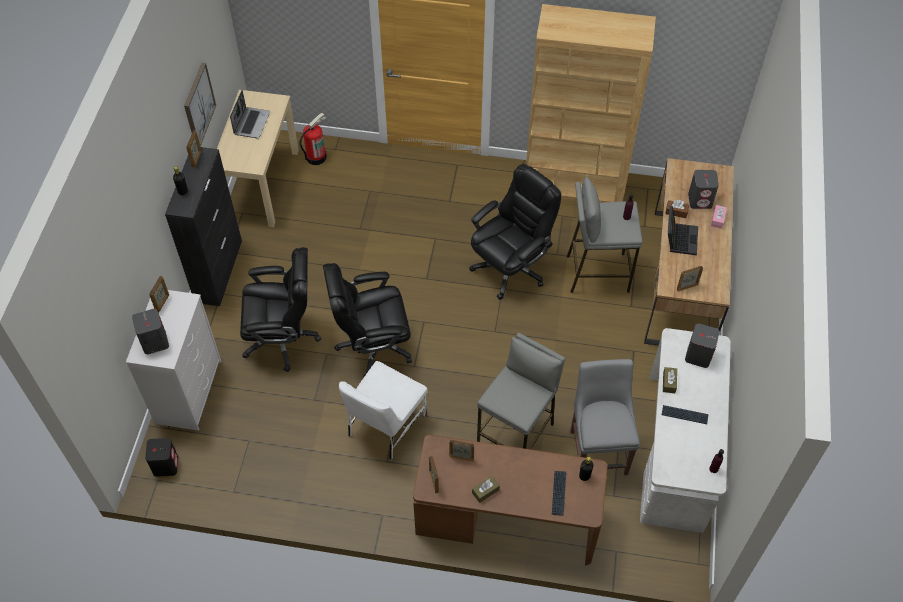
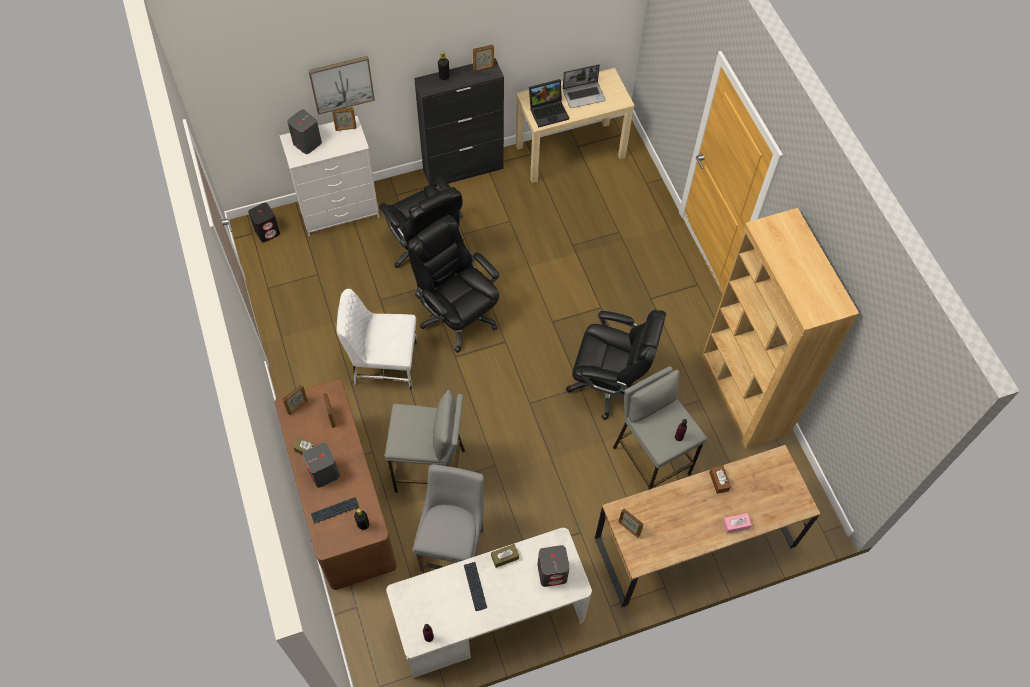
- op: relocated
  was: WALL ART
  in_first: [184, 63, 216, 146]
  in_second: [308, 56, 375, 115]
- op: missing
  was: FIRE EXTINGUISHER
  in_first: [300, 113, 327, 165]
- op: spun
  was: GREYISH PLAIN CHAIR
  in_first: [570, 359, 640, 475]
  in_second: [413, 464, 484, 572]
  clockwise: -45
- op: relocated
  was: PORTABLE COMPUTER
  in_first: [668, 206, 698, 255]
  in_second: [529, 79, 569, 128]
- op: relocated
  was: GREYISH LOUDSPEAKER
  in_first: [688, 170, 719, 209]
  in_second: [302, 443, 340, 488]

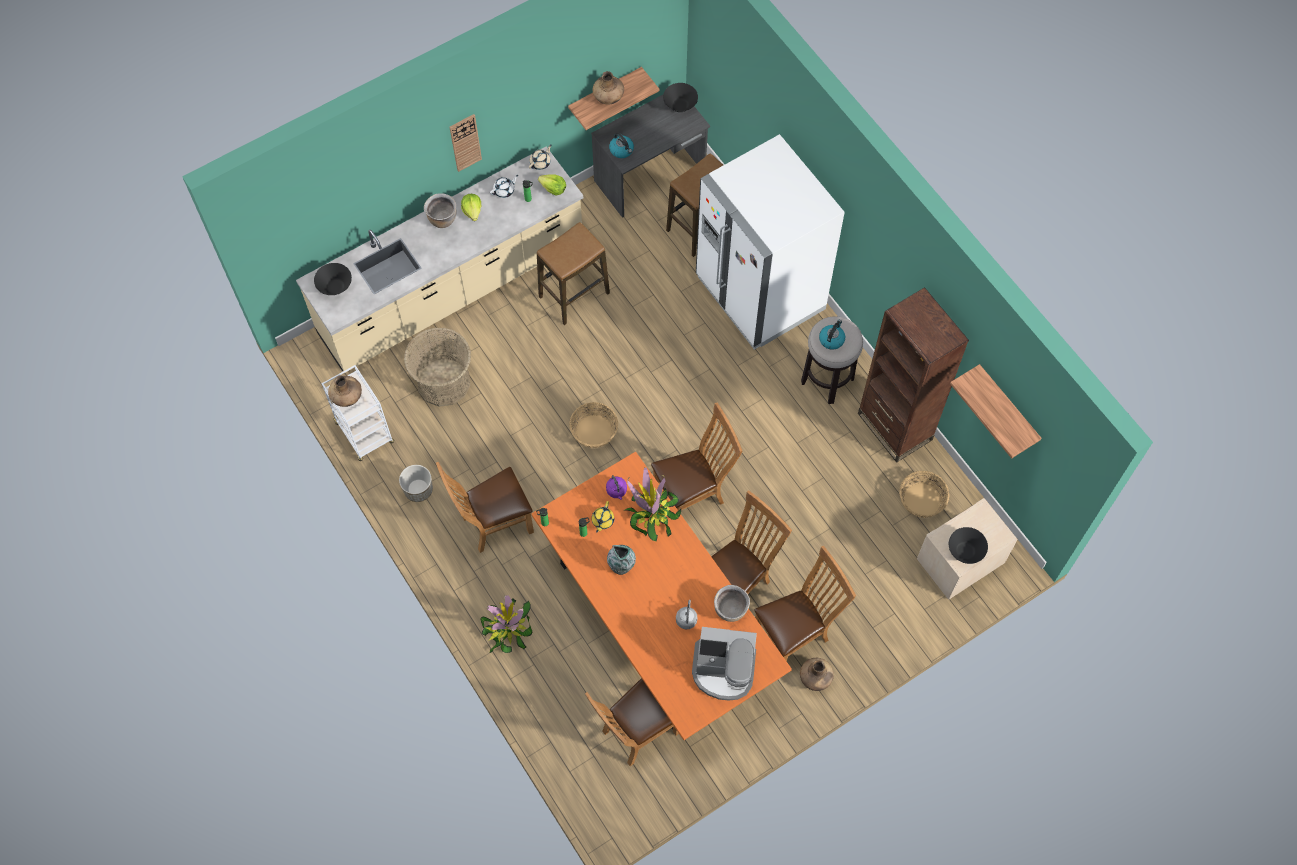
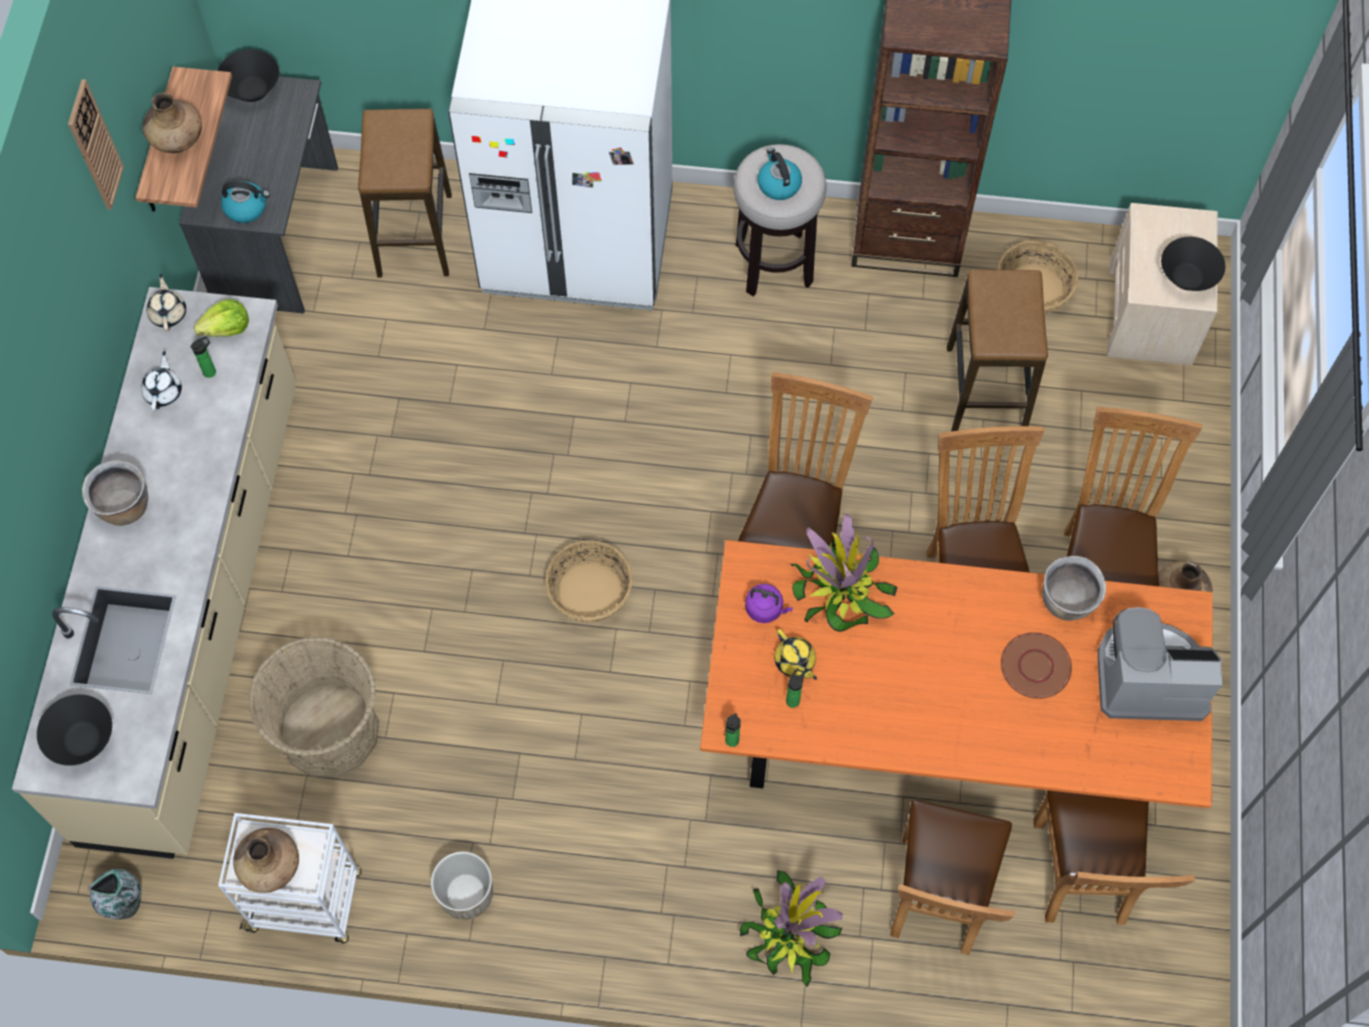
- op: relocated
  was: BROWN PLAIN CHAIR
  in_first: [436, 462, 534, 553]
  in_second: [890, 799, 1015, 955]
- op: relocated
  was: WALL CLOCK
  in_first: [450, 114, 482, 172]
  in_second: [68, 79, 124, 210]
- op: missing
  was: LETTUCE HEAD
  in_first: [461, 194, 481, 221]
- op: relocated
  was: STOOL SEAT
  in_first: [537, 222, 610, 325]
  in_second: [947, 270, 1048, 432]
- op: relocated
  was: VASE
  in_first: [607, 545, 636, 575]
  in_second: [88, 869, 142, 920]
- op: exchanged
  was: GREYISH KETTLE
  now: BROWN PLATE
  in_first: [676, 600, 698, 629]
  in_second: [1000, 632, 1072, 699]
- op: spun
  was: COFFEE MACHINE
  in_first: [692, 627, 757, 700]
  in_second: [1098, 607, 1222, 721]
  clockwise: -135
- op: missing
  was: SHELF
  in_first: [950, 364, 1042, 459]

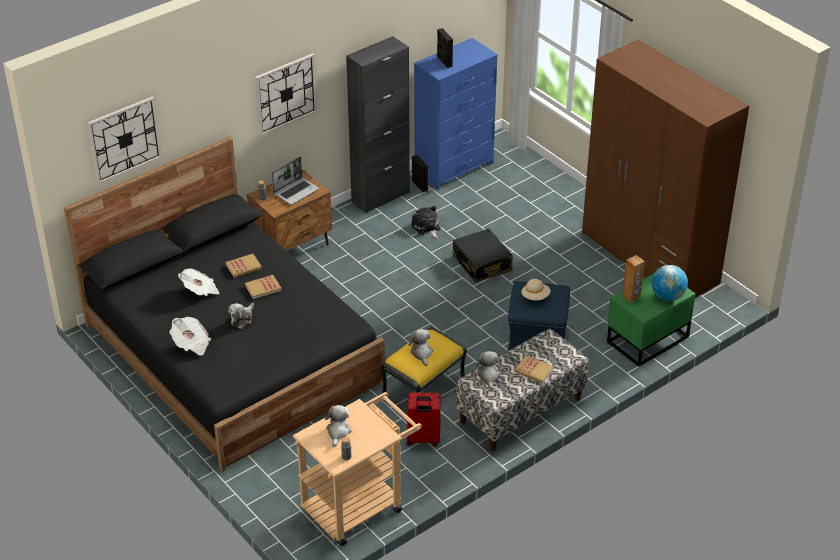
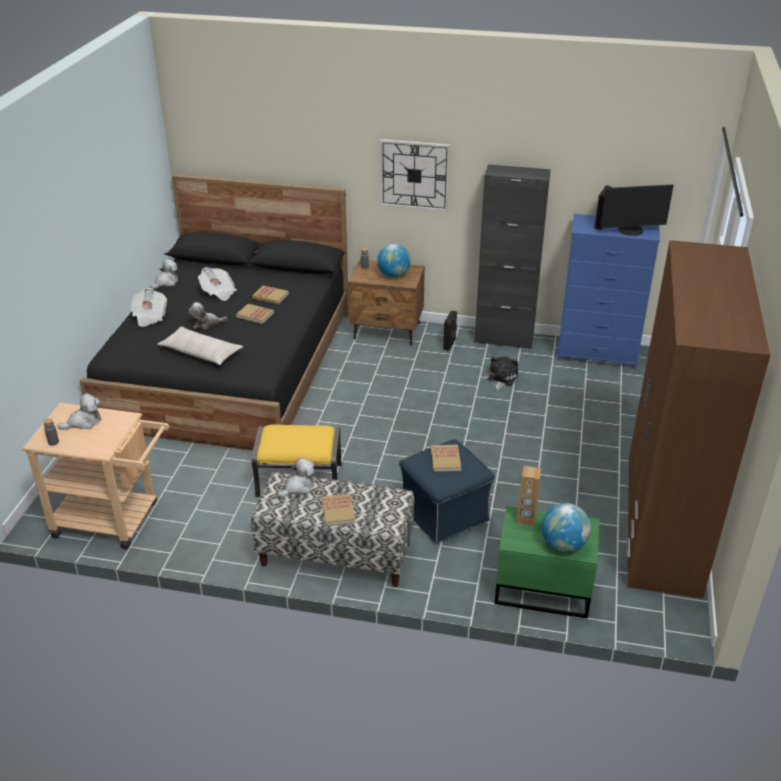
- op: missing
  was: WALL CLOCK
  in_first: [87, 96, 162, 184]
- op: exchanged
  was: PORTABLE COMPUTER
  now: DESK GLOBE
  in_first: [272, 156, 320, 205]
  in_second: [377, 244, 411, 278]
- op: missing
  was: RED TRAVEL CASE
  in_first: [407, 392, 441, 446]
- op: relocated
  was: SOFT TOY
  in_first: [408, 329, 433, 366]
  in_second: [150, 259, 178, 289]
- op: relocated
  was: BLACK LOUDSPEAKER
  in_first: [412, 154, 428, 192]
  in_second: [443, 311, 457, 351]
- op: missing
  was: BLACK TRAVEL CASE
  in_first: [453, 229, 513, 283]
- op: exchanged
  was: BEIGE-COLOURED WEARABLE HAT
  now: BOUND BOOK
  in_first: [521, 279, 550, 301]
  in_second: [431, 445, 461, 472]
- op: appeared
  now: BEIGE-COLOURED PILLOW
  in_second: [158, 326, 243, 365]
- op: appeared
  now: COMPUTER SCREEN
  in_second: [600, 185, 674, 236]

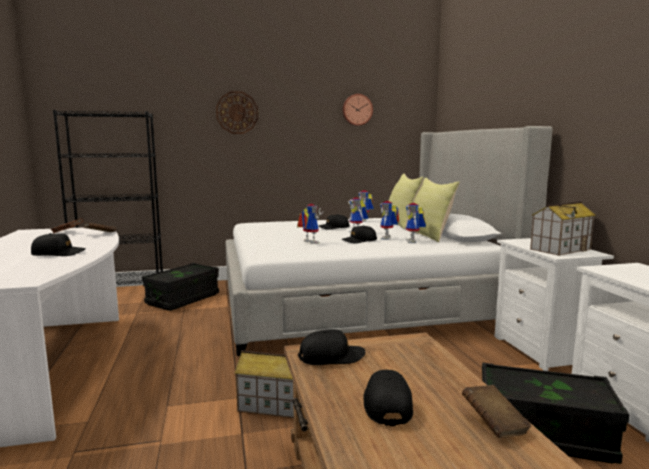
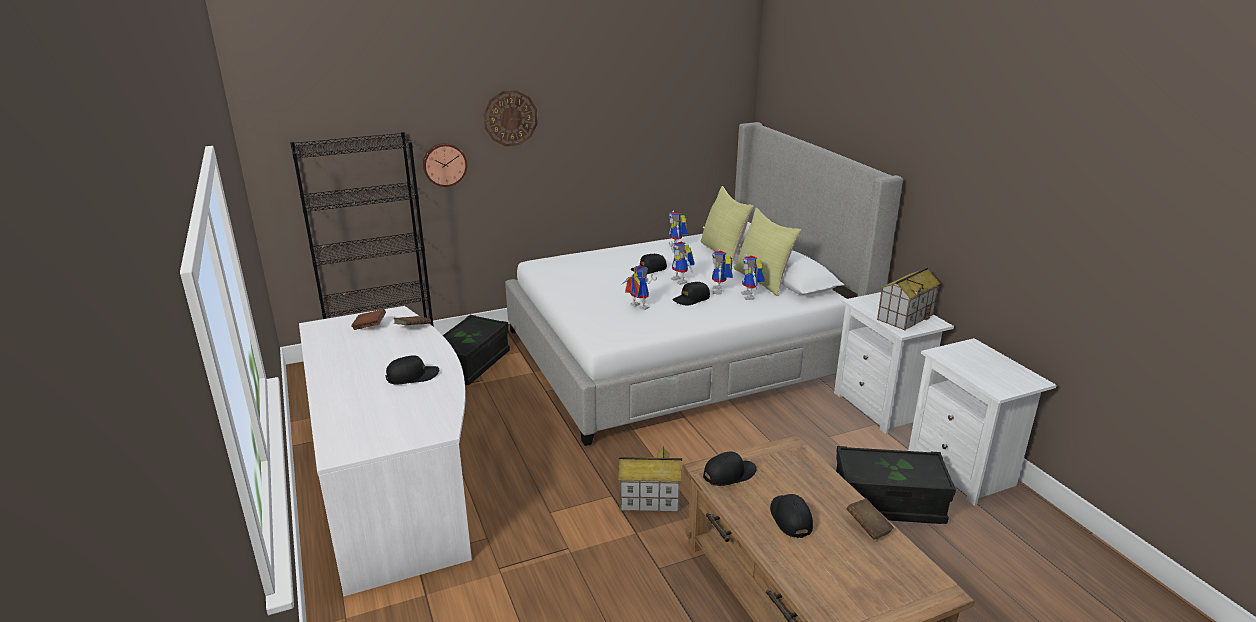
- op: relocated
  was: WALL CLOCK
  in_first: [342, 94, 373, 126]
  in_second: [423, 143, 467, 187]

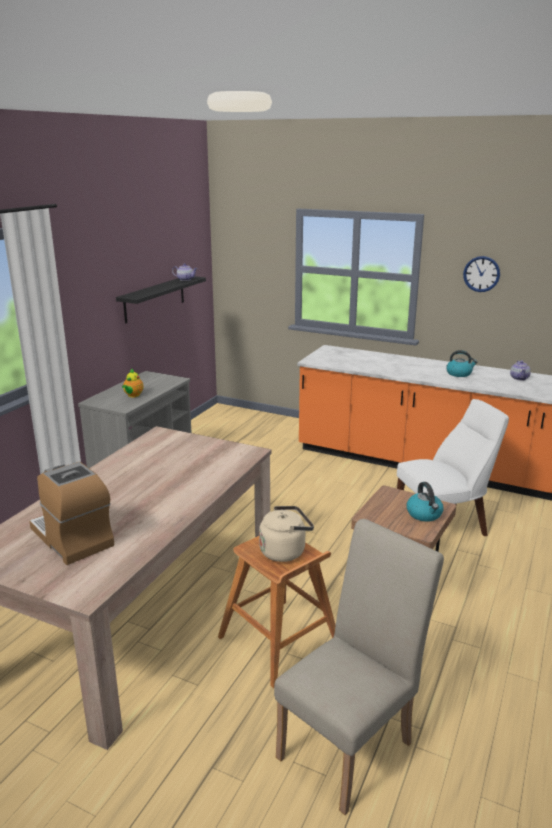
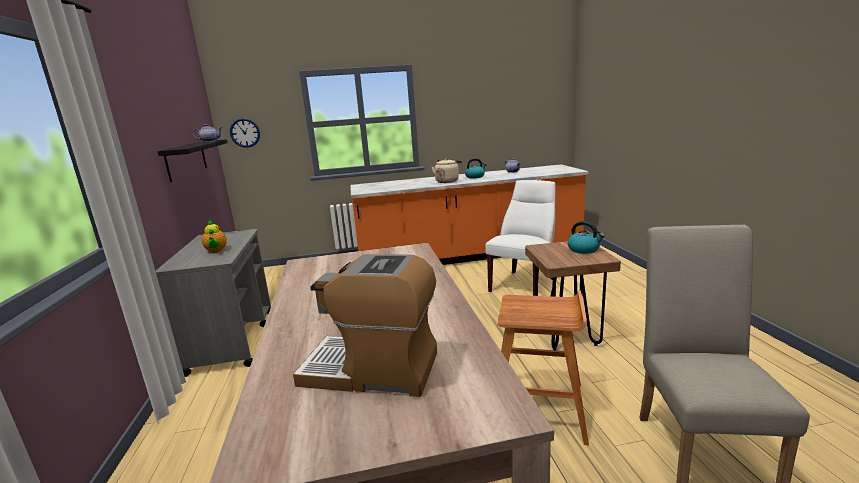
- op: relocated
  was: BEIGE-COLOURED KETTLE
  in_first: [259, 506, 314, 562]
  in_second: [432, 158, 462, 183]
- op: relocated
  was: WALL CLOCK
  in_first: [463, 256, 500, 292]
  in_second: [230, 118, 260, 148]

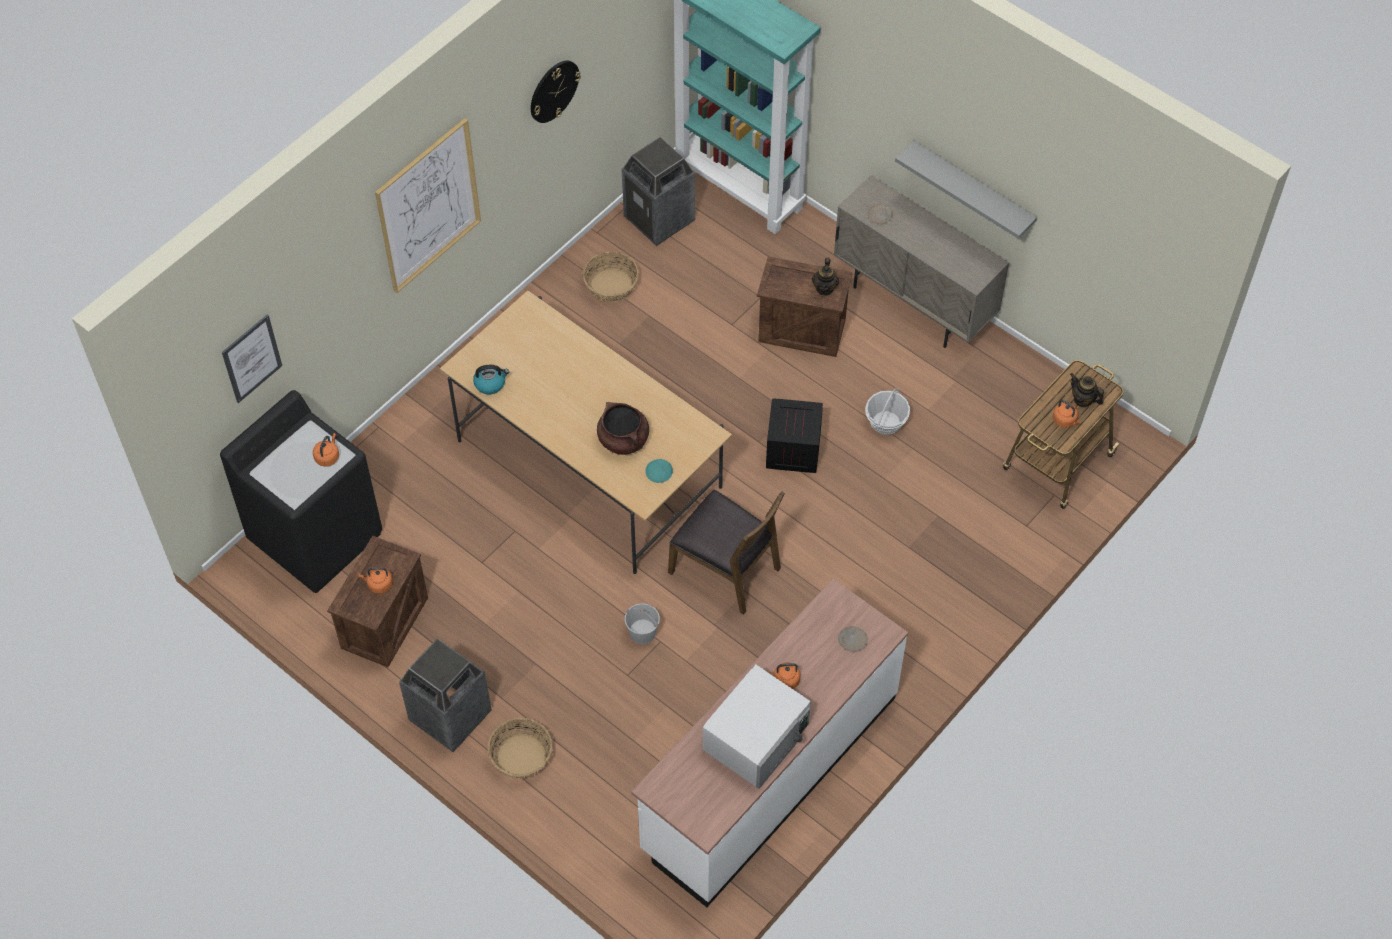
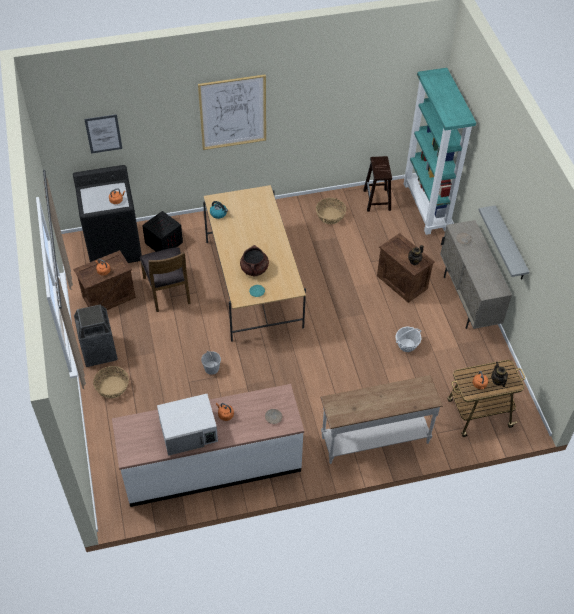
- op: missing
  was: WALL CLOCK
  in_first: [531, 61, 581, 123]
- op: exchanged
  was: WASTE BIN
  now: BROWN STOOL SEAT
  in_first: [622, 137, 695, 246]
  in_second: [363, 156, 392, 212]
- op: relocated
  was: BROWN PLAIN CHAIR
  in_first: [668, 490, 785, 615]
  in_second: [140, 247, 191, 312]
- op: relocated
  was: PACKING CRATE
  in_first: [766, 398, 823, 473]
  in_second: [142, 211, 183, 252]
- op: appeared
  now: WHITISH NARROW TABLE
  in_second: [320, 375, 443, 464]

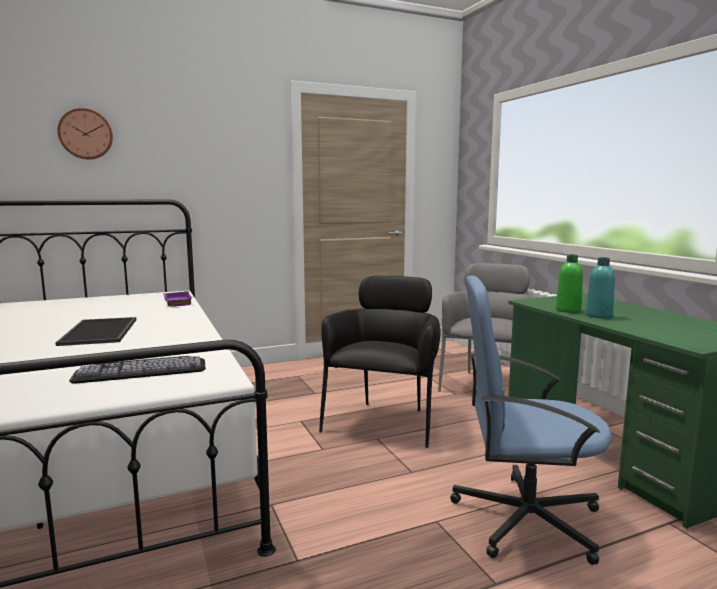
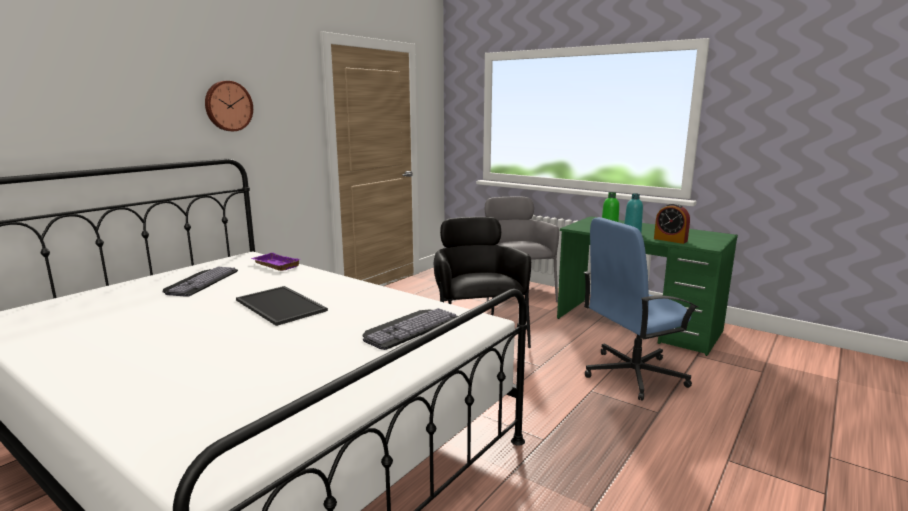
- op: relocated
  was: WALL CLOCK
  in_first: [57, 108, 113, 160]
  in_second: [205, 81, 253, 131]
- op: appeared
  now: KEYBOARD
  in_second: [163, 267, 238, 297]
- op: appeared
  now: ALARM CLOCK
  in_second: [654, 203, 690, 244]

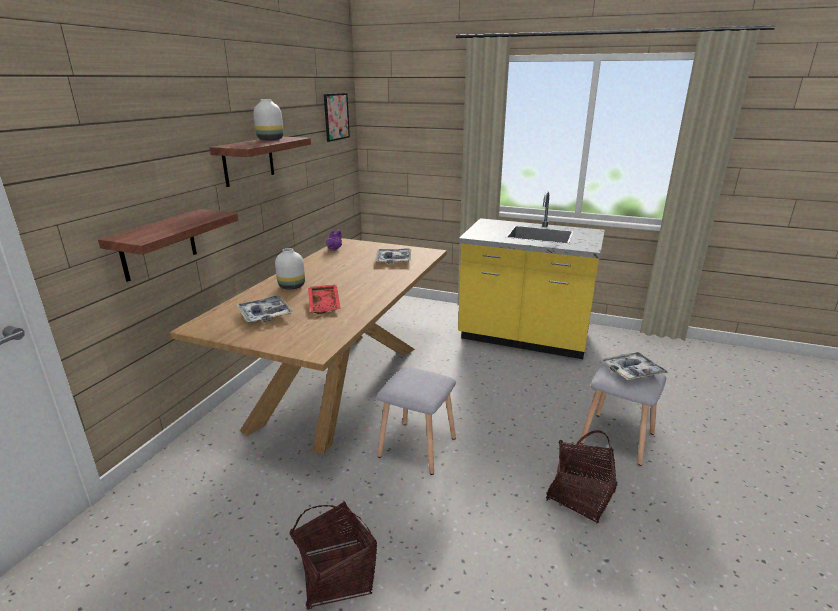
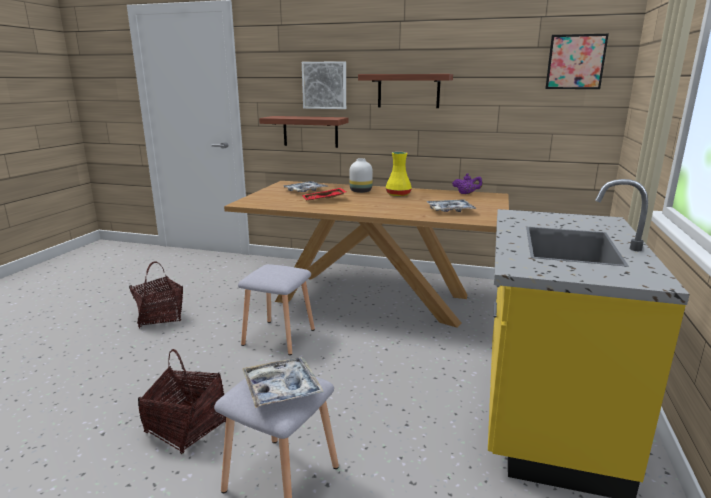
- op: missing
  was: WHITISH VASE
  in_first: [253, 99, 283, 140]
- op: appeared
  now: WALL ART
  in_second: [302, 61, 346, 109]
- op: appeared
  now: YELLOWISH VASE
  in_second: [386, 152, 412, 197]

